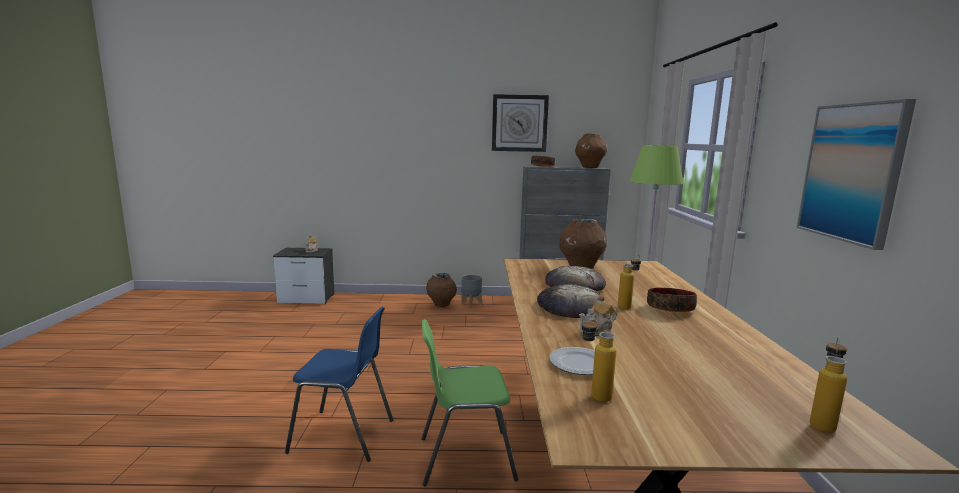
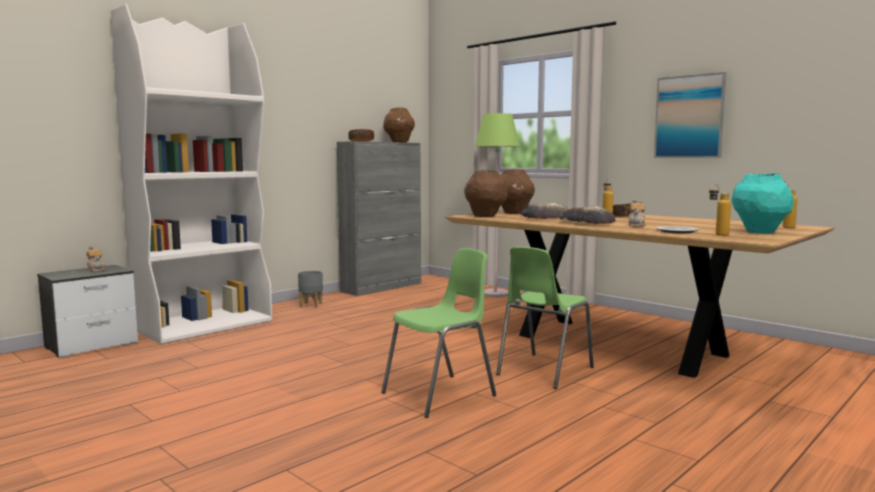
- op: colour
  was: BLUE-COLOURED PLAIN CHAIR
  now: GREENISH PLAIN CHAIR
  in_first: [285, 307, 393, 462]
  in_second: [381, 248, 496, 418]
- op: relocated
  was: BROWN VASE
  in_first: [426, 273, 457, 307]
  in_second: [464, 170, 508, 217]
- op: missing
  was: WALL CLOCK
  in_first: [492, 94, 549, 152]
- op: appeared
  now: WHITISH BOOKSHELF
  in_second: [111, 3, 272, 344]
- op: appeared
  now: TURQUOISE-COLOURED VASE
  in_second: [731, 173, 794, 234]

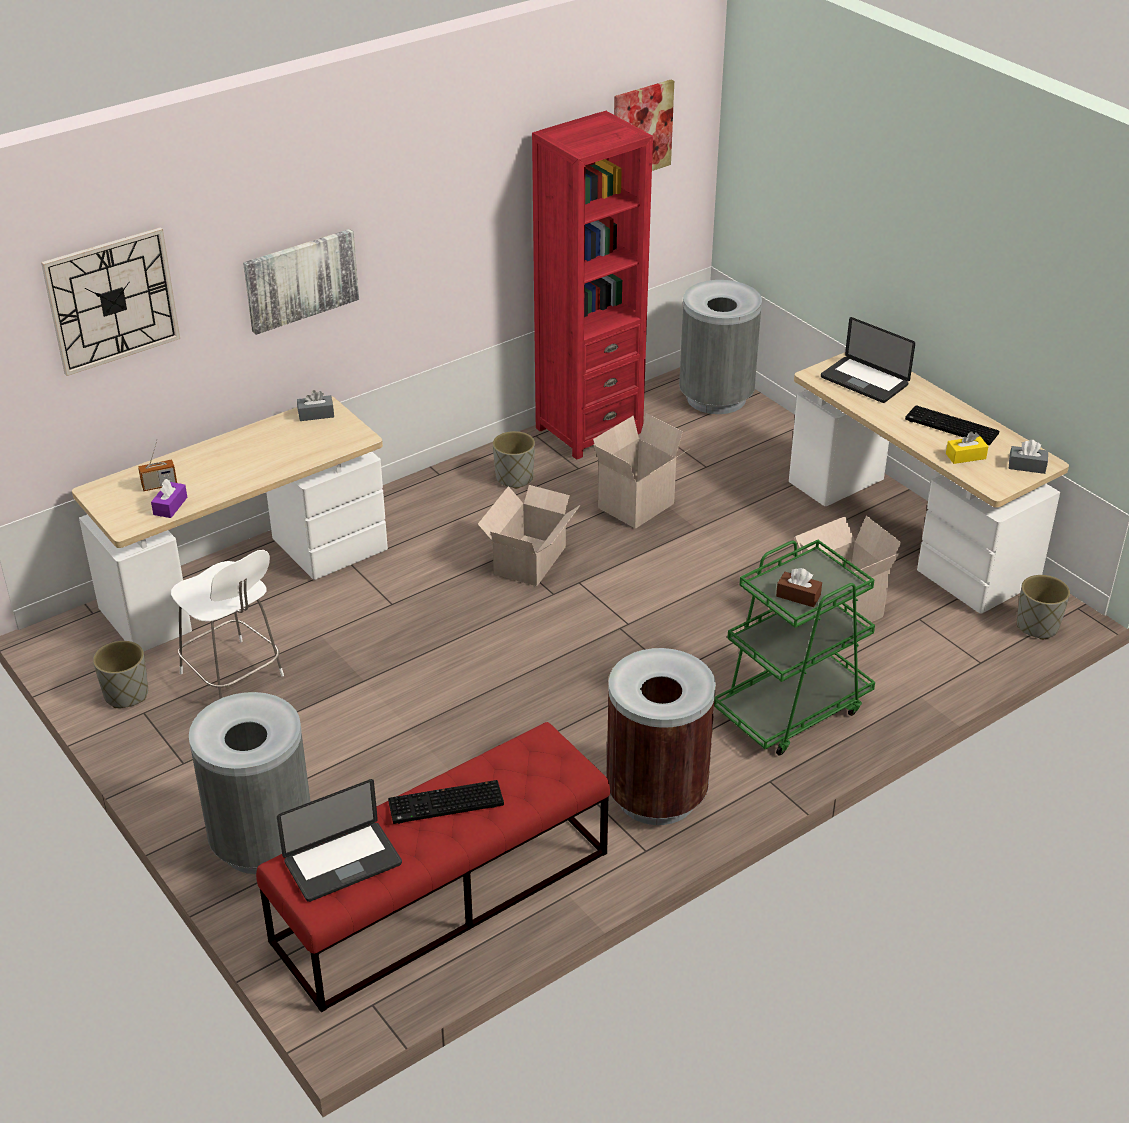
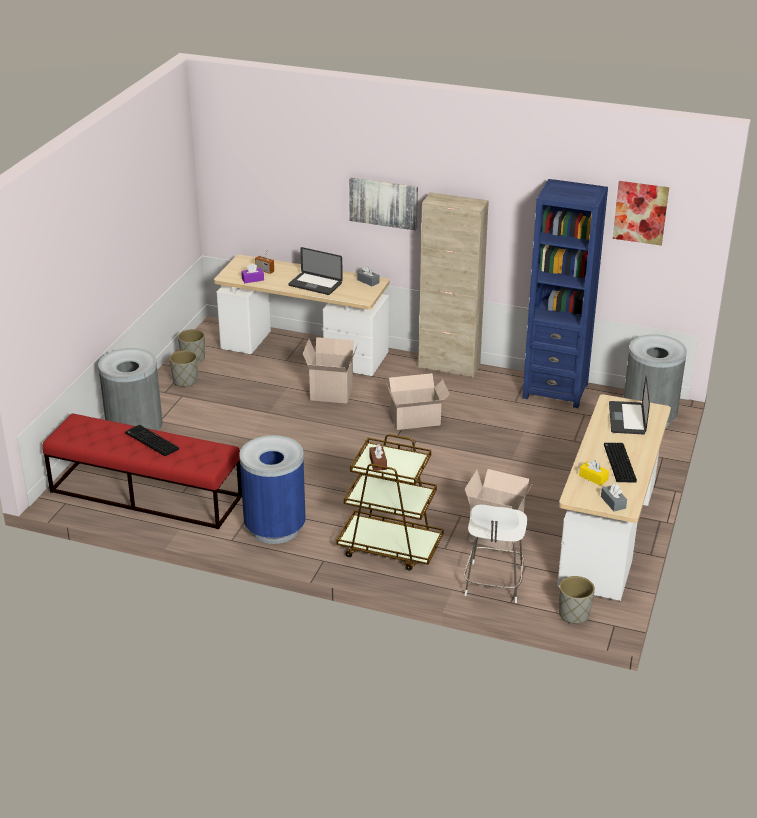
- op: missing
  was: WALL CLOCK
  in_first: [41, 227, 180, 376]
- op: relocated
  was: WHITISH PLAIN CHAIR
  in_first: [171, 550, 284, 699]
  in_second: [464, 505, 527, 603]
- op: relocated
  was: PORTABLE COMPUTER
  in_first: [277, 779, 402, 902]
  in_second: [288, 247, 343, 295]
- op: relocated
  was: GREYISH PLANTER
  in_first: [493, 431, 535, 489]
  in_second: [170, 351, 197, 386]
- op: colour
  was: RED BOOKSHELF
  now: BLUE-COLOURED BOOKSHELF
  in_first: [532, 111, 653, 460]
  in_second: [522, 179, 608, 408]
- op: relocated
  was: CARTON
  in_first: [593, 413, 690, 529]
  in_second: [303, 337, 358, 404]
- op: colour
  was: BROWN WASTE BIN
  now: BLUE-COLOURED WASTE BIN
  in_first: [607, 648, 716, 825]
  in_second: [239, 435, 306, 544]
- op: colour
  was: GREENISH CART
  now: BROWN CART
  in_first: [714, 540, 875, 756]
  in_second: [336, 434, 444, 571]
- op: appeared
  now: BEIGE-COLOURED STORAGE CABINET
  in_second: [418, 192, 489, 378]

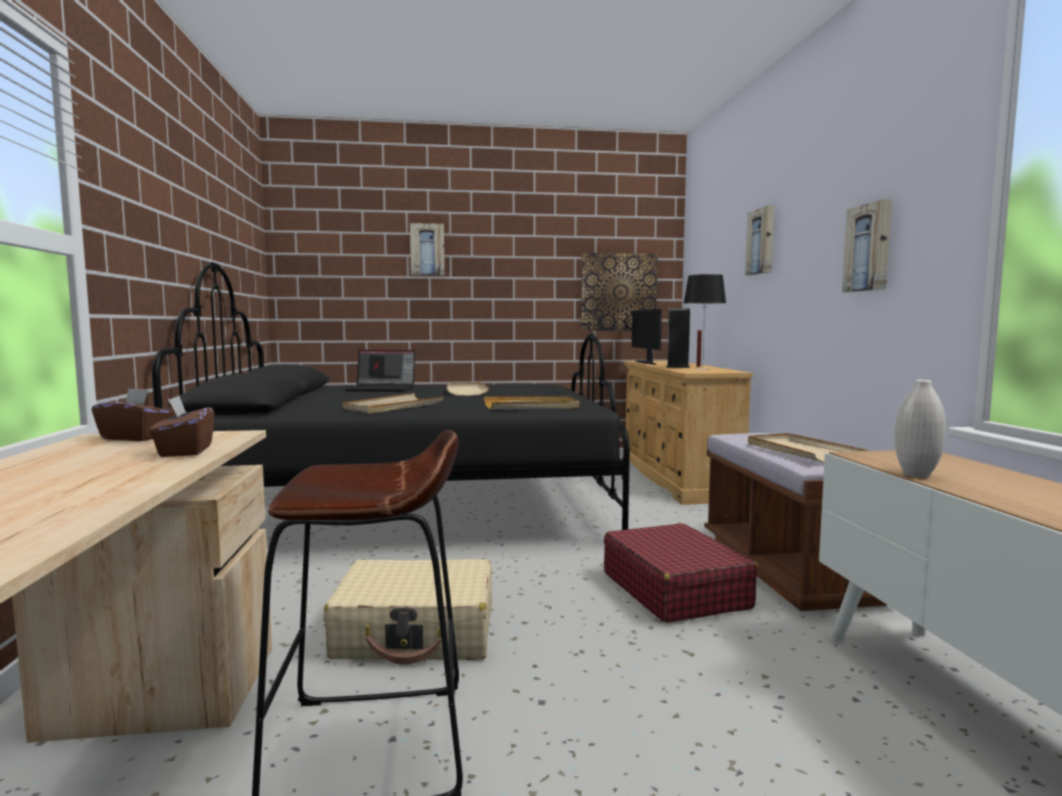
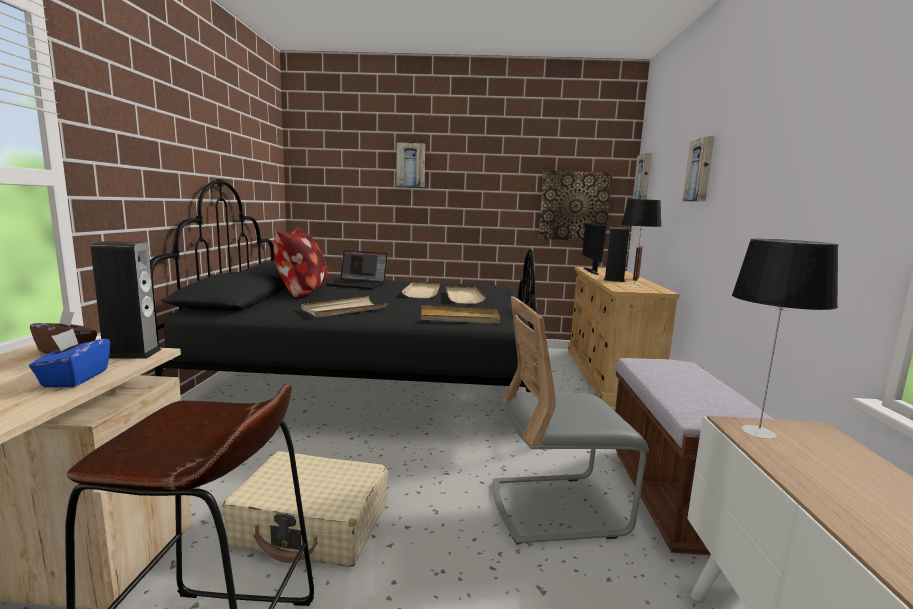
- op: colour
  was: BROWN TISSUE HOLDER
  now: BLUE-COLOURED TISSUE HOLDER
  in_first: [149, 396, 214, 457]
  in_second: [29, 328, 111, 387]
- op: exchanged
  was: RED TRAVEL CASE
  now: GREYISH PLAIN CHAIR
  in_first: [604, 523, 758, 623]
  in_second: [493, 297, 649, 545]
- op: relocated
  was: BEIGE-COLOURED CARRYING TRAY
  in_first: [748, 433, 868, 463]
  in_second: [446, 287, 486, 304]
- op: relocated
  was: WALL ART
  in_first: [842, 199, 892, 292]
  in_second: [633, 153, 652, 200]
- op: missing
  was: WHITISH VASE
  in_first: [895, 380, 946, 477]
- op: appeared
  now: LOUDSPEAKER
  in_second: [90, 241, 162, 359]
- op: appeared
  now: PILLOW
  in_second: [274, 228, 328, 297]
- op: appeared
  now: TABLETOP LAMP
  in_second: [732, 239, 839, 439]

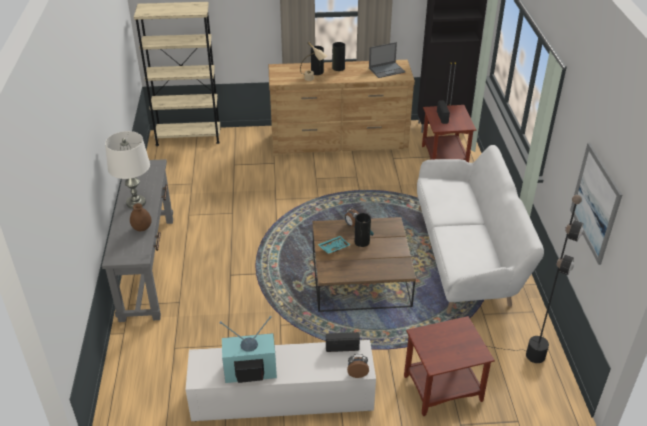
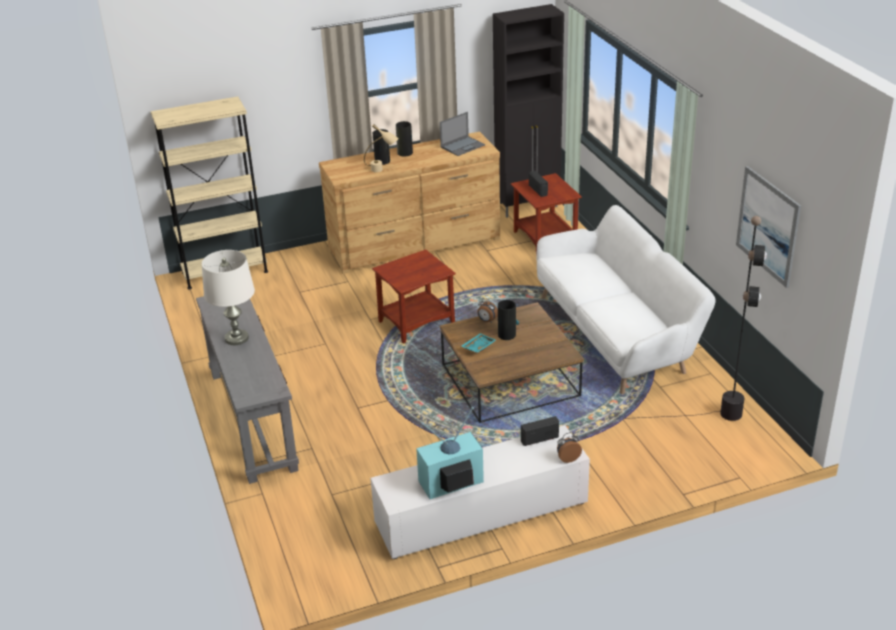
- op: missing
  was: BROWN VASE
  in_first: [130, 203, 152, 231]
- op: relocated
  was: BROWN SIDE TABLE
  in_first: [404, 316, 495, 416]
  in_second: [372, 249, 456, 344]

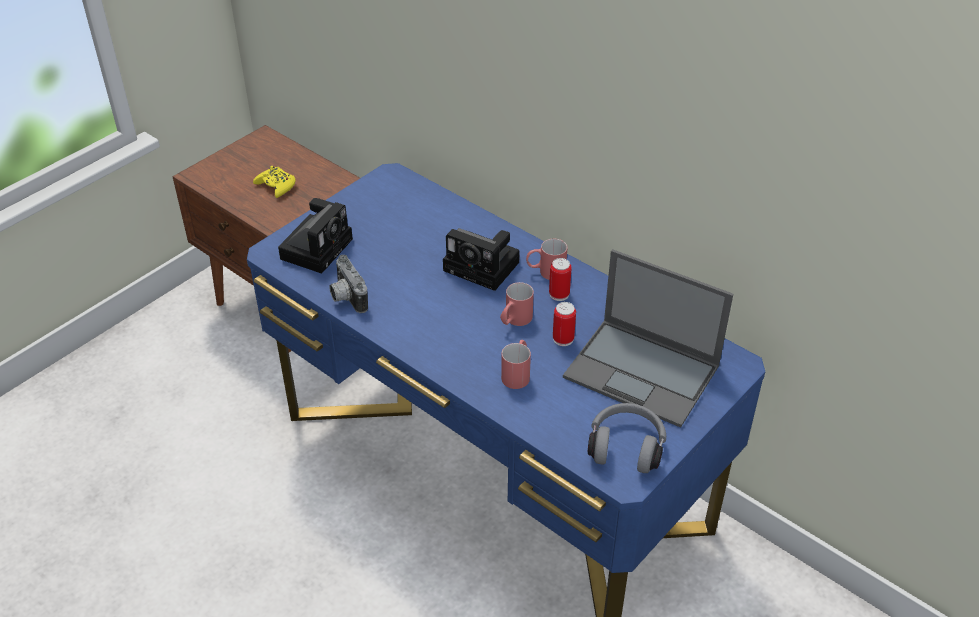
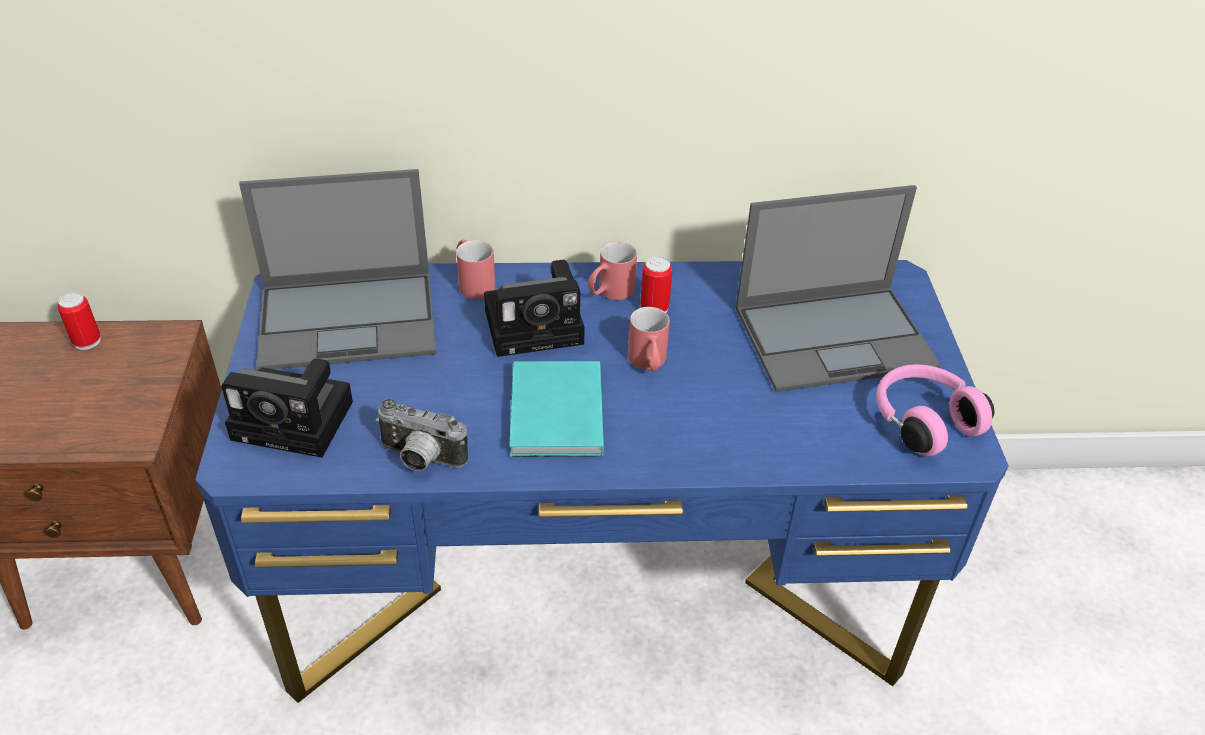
- op: missing
  was: YELLOWISH GAME CONTROLLER
  in_first: [253, 166, 295, 198]
- op: spun
  was: STILL CAMERA
  in_first: [278, 198, 353, 274]
  in_second: [221, 358, 353, 458]
  clockwise: 120
- op: relocated
  was: RED MUG
  in_first: [501, 340, 531, 389]
  in_second: [456, 239, 495, 299]
- op: relocated
  was: CAN
  in_first: [553, 302, 576, 346]
  in_second: [58, 292, 101, 350]
- op: colour
  was: GREYISH PAIR OF HEADPHONES
  now: PINK PAIR OF HEADPHONES
  in_first: [588, 403, 666, 473]
  in_second: [876, 364, 994, 456]
- op: appeared
  now: PORTABLE COMPUTER
  in_second: [239, 169, 436, 371]
- op: appeared
  now: TURQUOISE-COLOURED BOUND BOOK
  in_second: [509, 361, 604, 457]

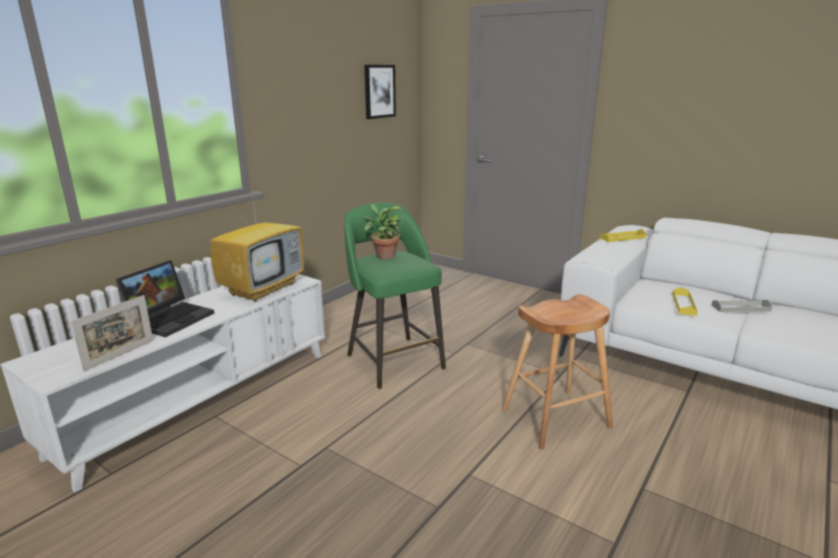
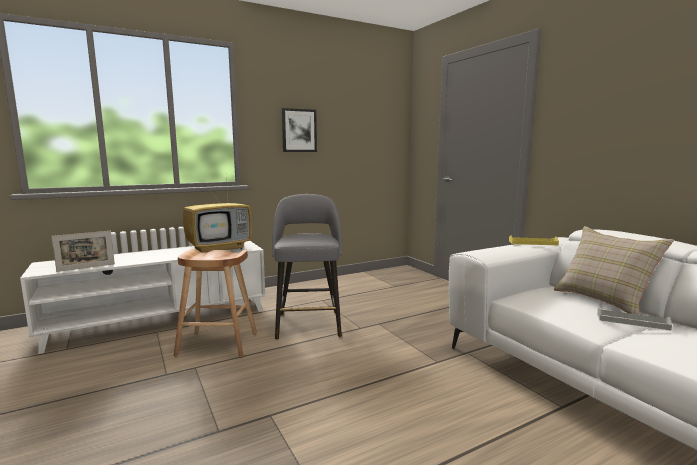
- op: missing
  was: PORTABLE COMPUTER
  in_first: [116, 260, 215, 337]
- op: colour
  was: GREENISH STOOL SEAT
  now: GREYISH STOOL SEAT
  in_first: [345, 203, 446, 389]
  in_second: [272, 194, 342, 340]
- op: relocated
  was: WALL ART
  in_first: [364, 65, 396, 119]
  in_second: [282, 108, 317, 152]
- op: missing
  was: POTTED PLANT
  in_first: [364, 205, 402, 259]
- op: relocated
  was: BROWN STOOL SEAT
  in_first: [502, 294, 613, 450]
  in_second: [173, 249, 257, 358]
- op: missing
  was: YELLOWISH CARRYING TRAY
  in_first: [672, 287, 698, 316]
- op: appeared
  now: BEIGE-COLOURED PILLOW
  in_second: [554, 226, 674, 314]

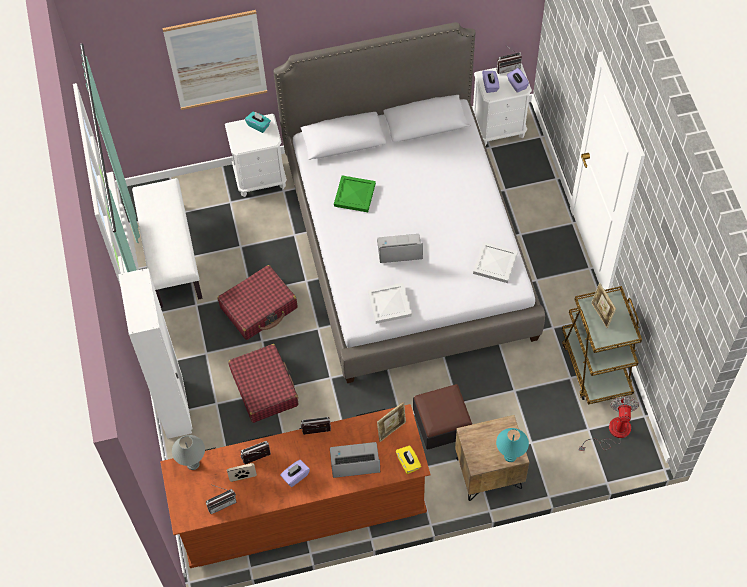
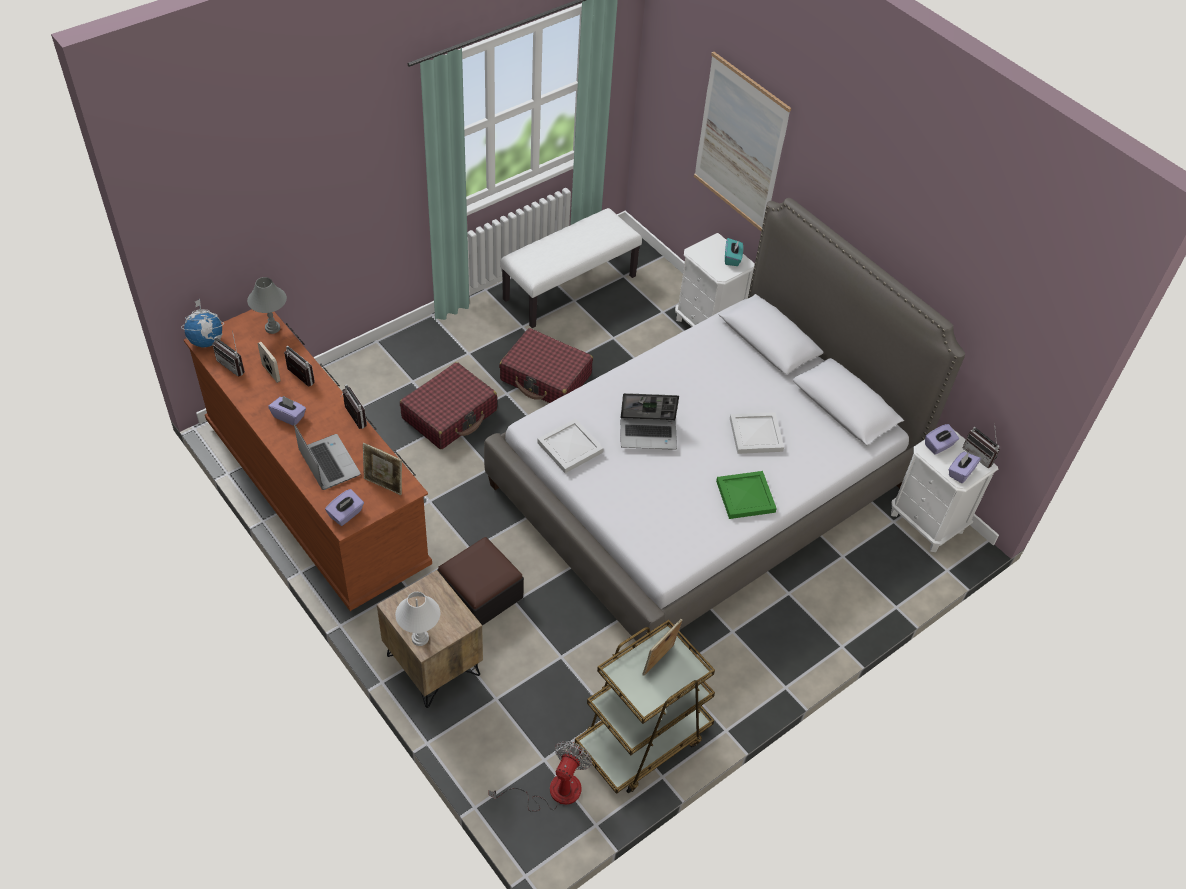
- op: missing
  was: WHITISH ARMOIRE
  in_first: [118, 268, 193, 439]
- op: relocated
  was: GREENISH CARRYING TRAY
  in_first: [334, 175, 376, 212]
  in_second: [716, 471, 777, 519]
- op: spun
  was: PORTABLE COMPUTER
  in_first: [377, 234, 423, 263]
  in_second: [620, 393, 679, 450]
  clockwise: 120
- op: colour
  was: YELLOWISH TISSUE HOLDER
  now: PURPLISH TISSUE HOLDER
  in_first: [396, 446, 421, 474]
  in_second: [325, 489, 364, 526]
- op: relocated
  was: WHITISH CARRYING TRAY
  in_first: [473, 242, 518, 283]
  in_second: [730, 412, 784, 454]
- op: colour
  was: TURQUOISE-COLOURED TABLETOP LAMP
  now: WHITISH TABLETOP LAMP
  in_first: [496, 428, 529, 462]
  in_second: [395, 592, 440, 646]
- op: spun
  was: ELECTRIC FAN
  in_first: [579, 396, 639, 451]
  in_second: [488, 741, 592, 812]
  clockwise: -45
- op: appeared
  now: DESK GLOBE
  in_second: [181, 299, 224, 347]

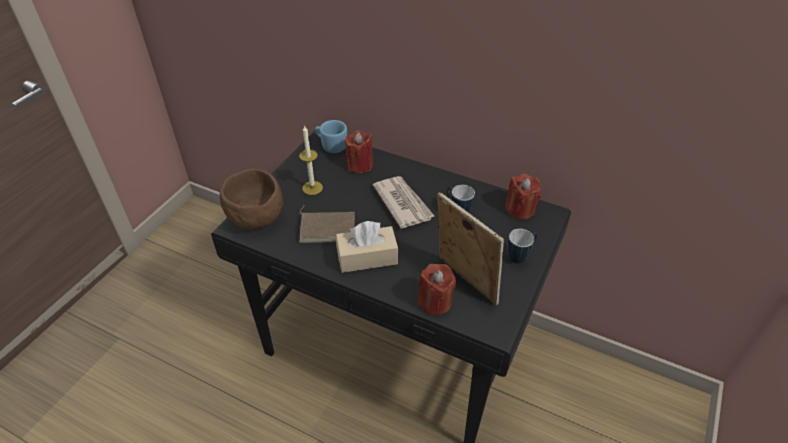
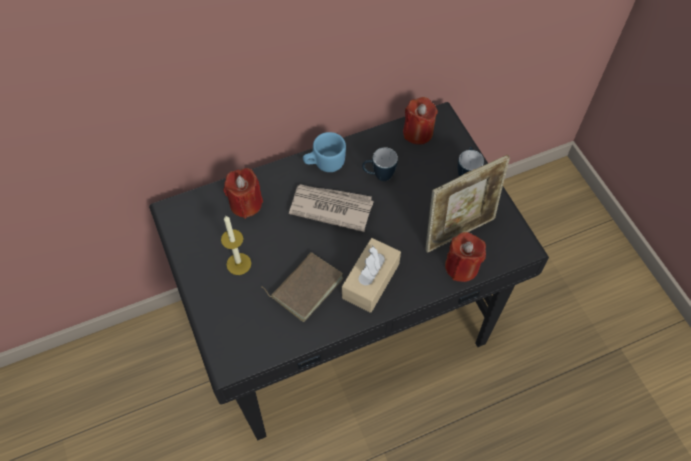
- op: missing
  was: BROWN BOWL
  in_first: [220, 169, 283, 229]
- op: relocated
  was: BLUE-COLOURED MUG
  in_first: [315, 120, 347, 153]
  in_second: [303, 132, 346, 172]
- op: spun
  was: PICTURE FRAME
  in_first: [438, 192, 504, 305]
  in_second: [425, 155, 510, 253]
  clockwise: 150

